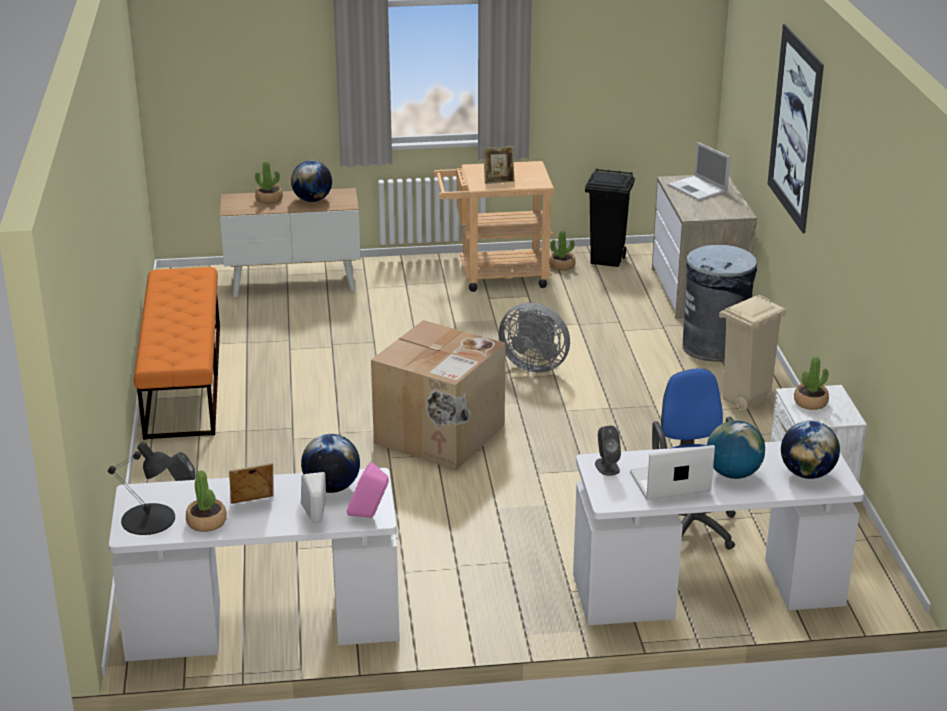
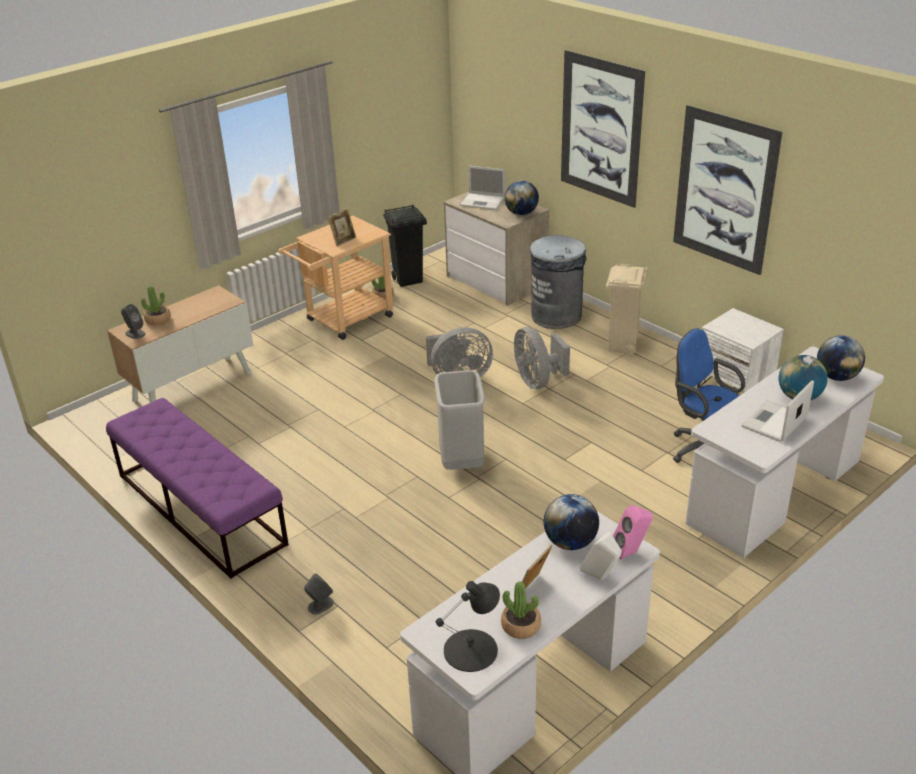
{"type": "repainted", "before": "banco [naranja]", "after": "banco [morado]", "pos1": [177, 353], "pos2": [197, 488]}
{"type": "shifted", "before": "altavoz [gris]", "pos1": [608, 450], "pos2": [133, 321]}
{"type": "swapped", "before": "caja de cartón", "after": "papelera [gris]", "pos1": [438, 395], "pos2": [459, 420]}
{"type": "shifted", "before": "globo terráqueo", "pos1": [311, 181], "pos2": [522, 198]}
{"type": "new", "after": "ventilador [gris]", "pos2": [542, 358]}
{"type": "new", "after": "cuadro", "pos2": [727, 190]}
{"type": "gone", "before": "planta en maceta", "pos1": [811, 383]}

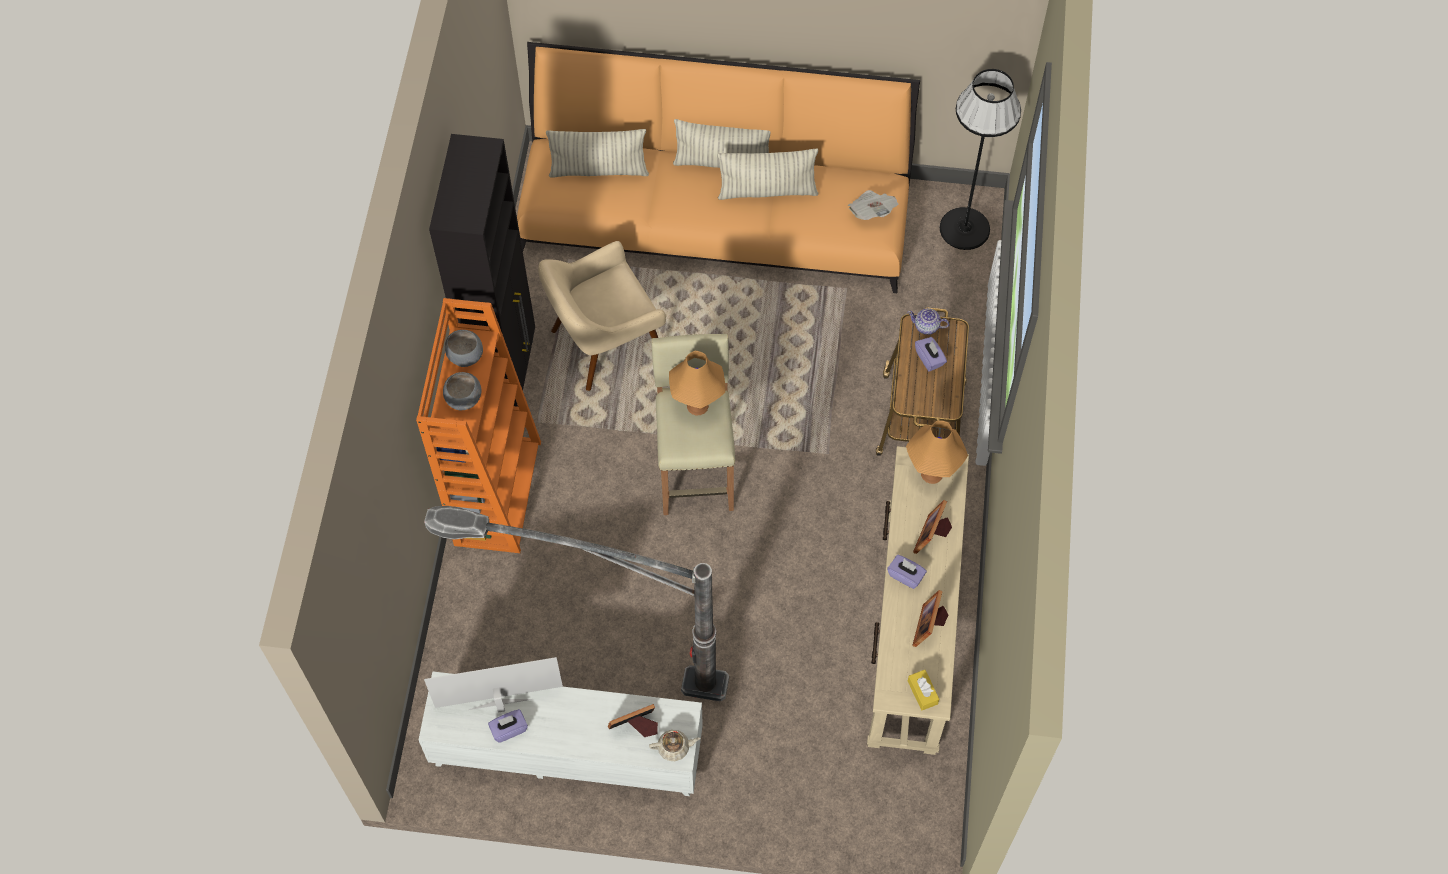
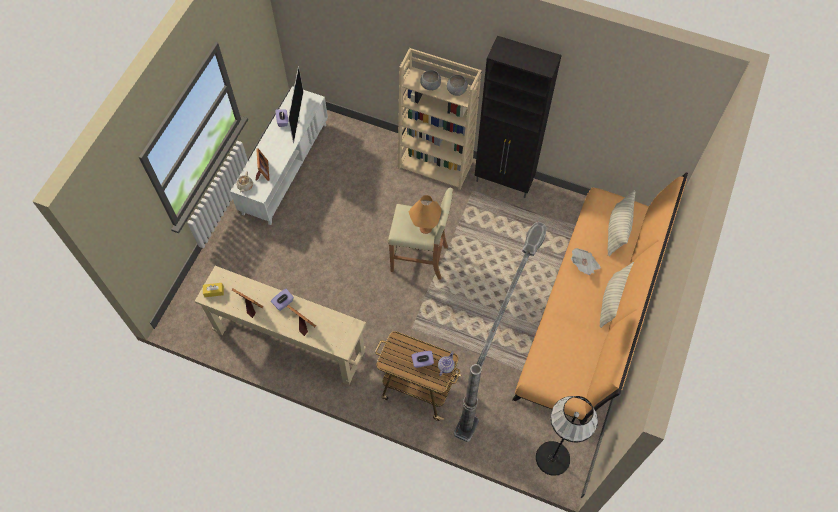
{"type": "repainted", "before": "estantería [naranja]", "after": "estantería [beis]", "pos1": [478, 425], "pos2": [440, 119]}
{"type": "shifted", "before": "lámpara de pie", "pos1": [576, 604], "pos2": [500, 332]}
{"type": "shifted", "before": "periódico", "pos1": [873, 205], "pos2": [586, 261]}
{"type": "gone", "before": "sillón [beis]", "pos1": [602, 316]}
{"type": "gone", "before": "cojín", "pos1": [768, 174]}
{"type": "gone", "before": "lámpara de mesa [naranja]", "pos1": [937, 452]}

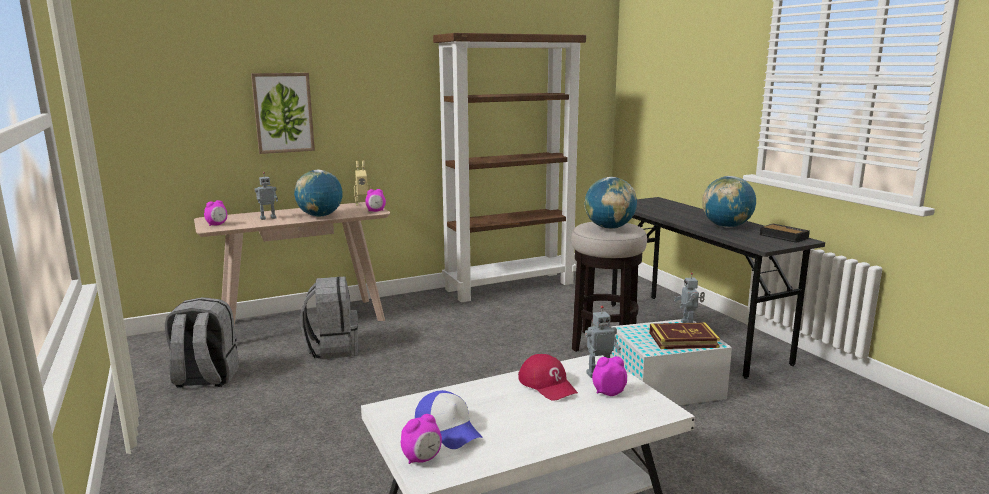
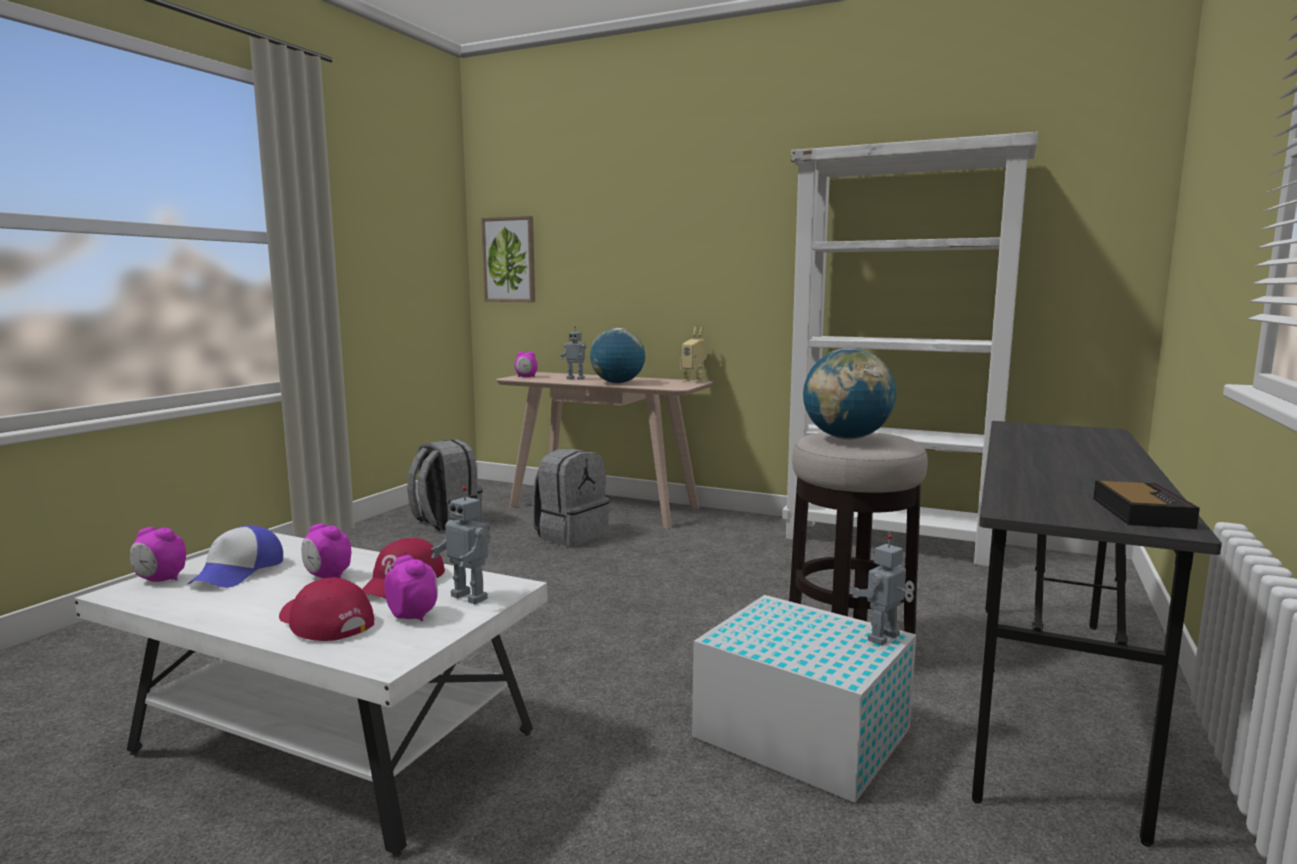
{"type": "new", "after": "gorra [rojo]", "pos2": [326, 609]}
{"type": "shifted", "before": "despertador", "pos1": [375, 200], "pos2": [326, 550]}
{"type": "shifted", "before": "cuadro", "pos1": [283, 113], "pos2": [508, 259]}
{"type": "repainted", "before": "estantería [marrón]", "after": "estantería [blanco]", "pos1": [509, 167], "pos2": [910, 349]}
{"type": "gone", "before": "libro", "pos1": [684, 336]}
{"type": "gone", "before": "globo terráqueo", "pos1": [729, 202]}

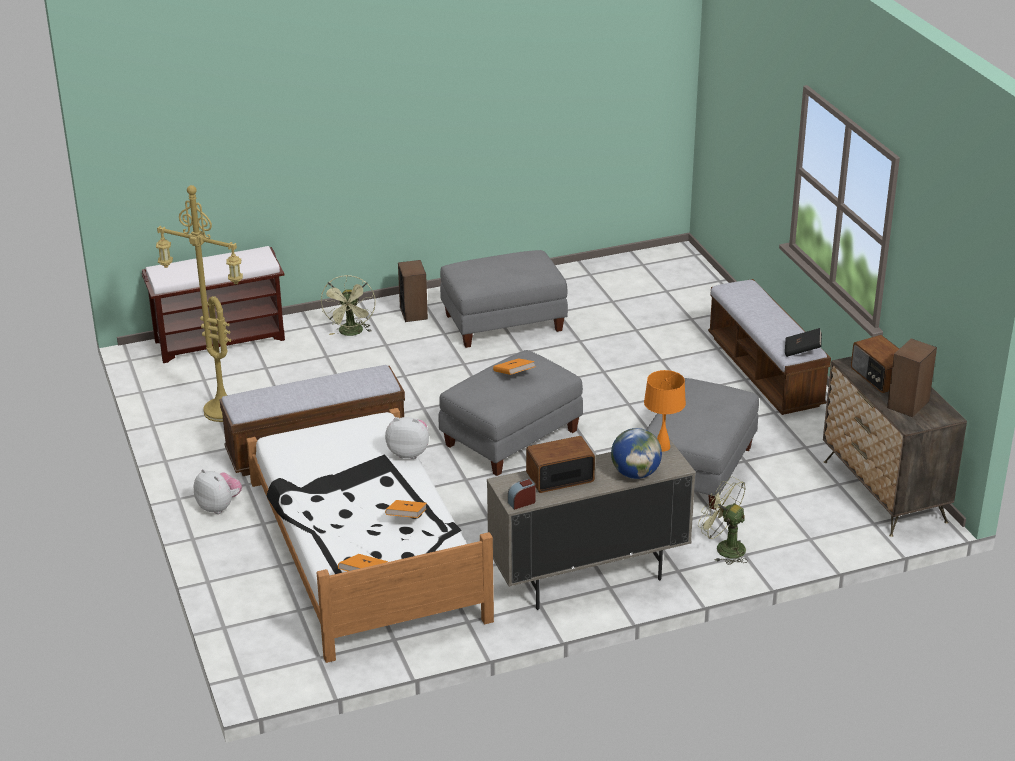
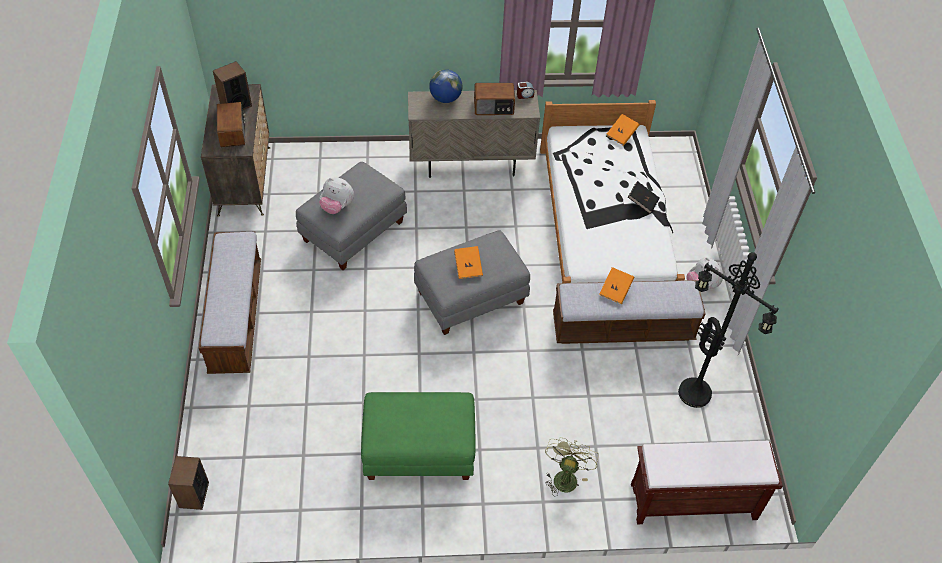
{"type": "shifted", "before": "altavoz", "pos1": [413, 291], "pos2": [188, 483]}
{"type": "shifted", "before": "peluche", "pos1": [407, 438], "pos2": [336, 195]}
{"type": "repainted", "before": "puf [gris]", "after": "puf [verde]", "pos1": [504, 299], "pos2": [418, 436]}
{"type": "shifted", "before": "libro [naranja]", "pos1": [406, 509], "pos2": [616, 285]}
{"type": "shifted", "before": "libro [negro]", "pos1": [803, 342], "pos2": [643, 197]}
{"type": "repainted", "before": "lámpara de pie [amarillo]", "after": "lámpara de pie [negro]", "pos1": [199, 303], "pos2": [728, 330]}
{"type": "gone", "before": "lámpara de mesa [naranja]", "pos1": [665, 410]}
{"type": "gone", "before": "ventilador [verde]", "pos1": [723, 520]}

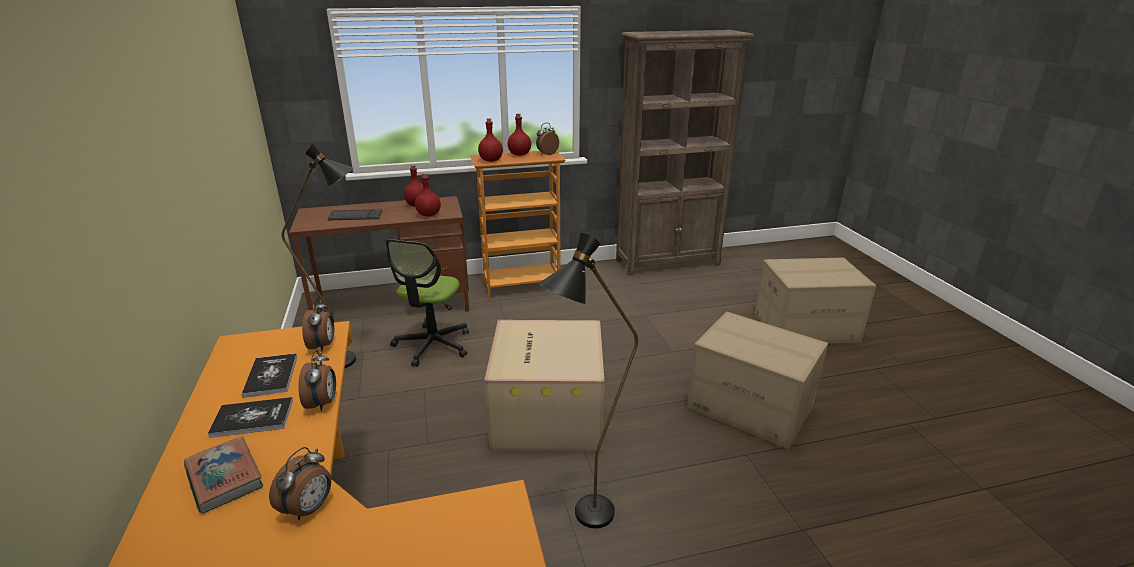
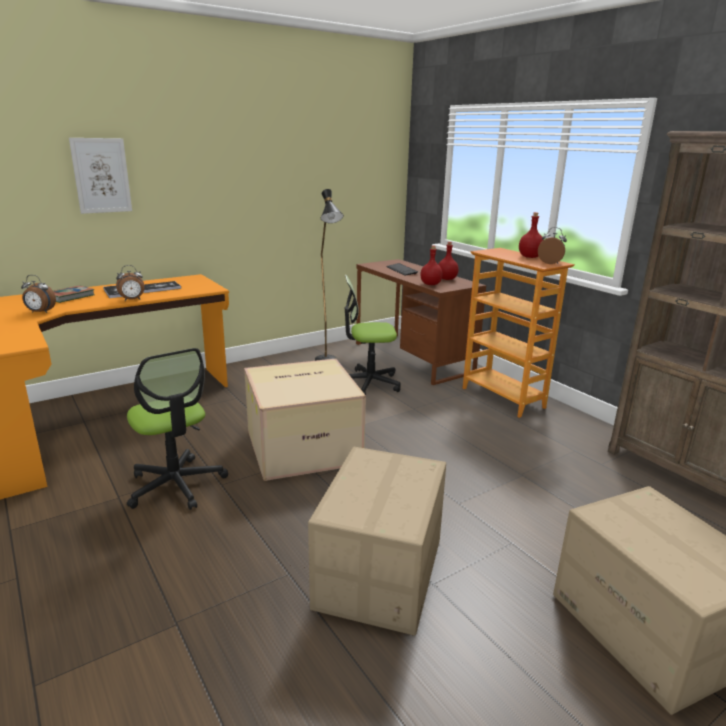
{"type": "new", "after": "cuadro", "pos2": [100, 176]}
{"type": "swapped", "before": "lámpara de pie [negro]", "after": "silla de oficina", "pos1": [588, 380], "pos2": [177, 429]}
{"type": "gone", "before": "despertador", "pos1": [318, 324]}
{"type": "gone", "before": "botella [rojo]", "pos1": [490, 140]}

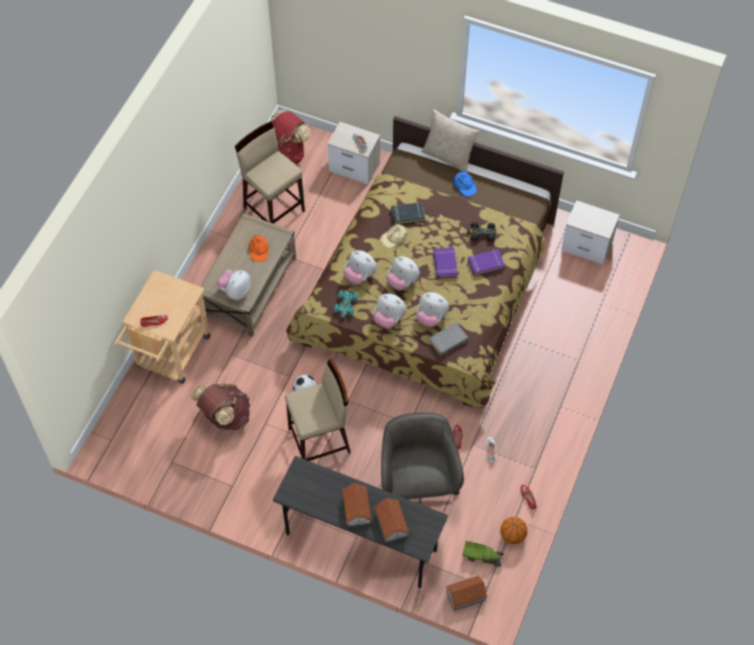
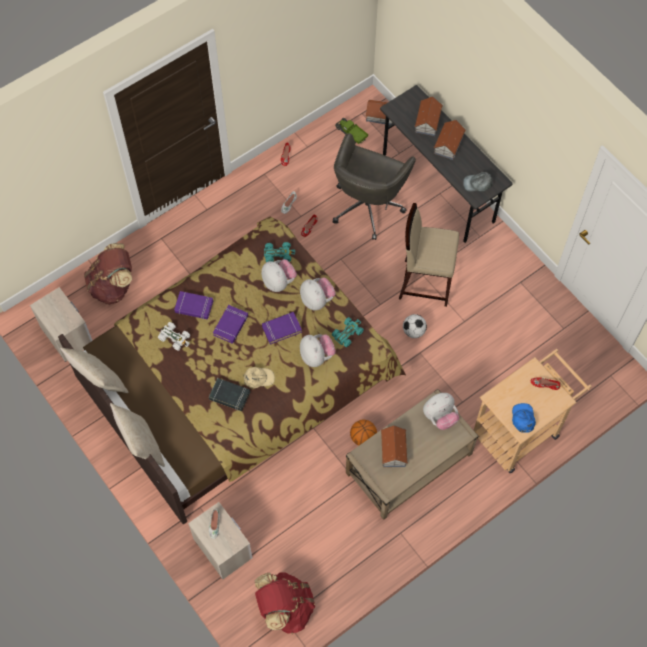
{"type": "new", "after": "cojín [beis]", "pos2": [94, 370]}
{"type": "shifted", "before": "mochila [marrón]", "pos1": [220, 406], "pos2": [108, 274]}
{"type": "repainted", "before": "coche de juguete [negro]", "after": "coche de juguete [blanco]", "pos1": [481, 232], "pos2": [174, 336]}
{"type": "swapped", "before": "peluche", "after": "libro [morado]", "pos1": [403, 273], "pos2": [282, 328]}
{"type": "swapped", "before": "libro [gris]", "after": "coche de juguete [turquesa]", "pos1": [448, 339], "pos2": [279, 252]}
{"type": "shifted", "before": "balón de baloncesto", "pos1": [514, 530], "pos2": [363, 433]}
{"type": "swapped", "before": "gorra [naranja]", "after": "casita", "pos1": [259, 248], "pos2": [394, 446]}
{"type": "new", "after": "gorra [gris]", "pos2": [478, 182]}
{"type": "shifted", "before": "gorra [azul]", "pos1": [465, 184], "pos2": [524, 418]}
{"type": "gone", "before": "taburete [beis]", "pos1": [270, 172]}

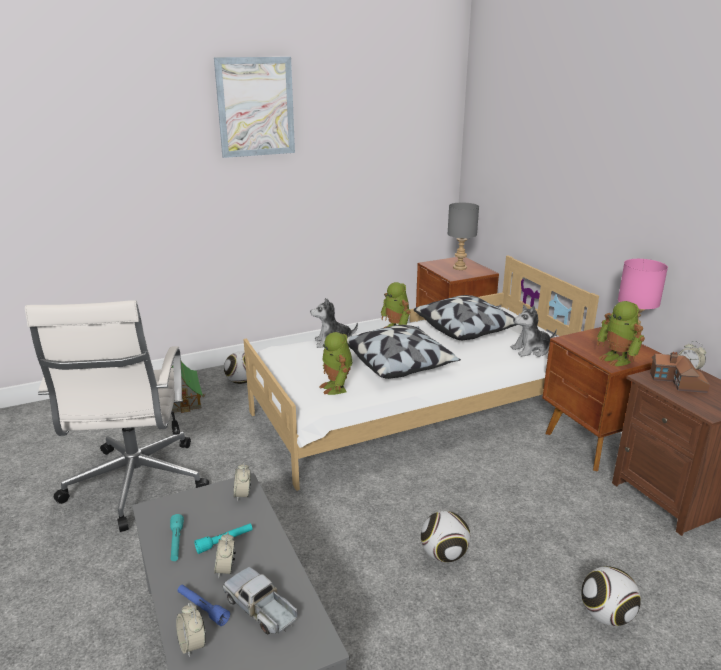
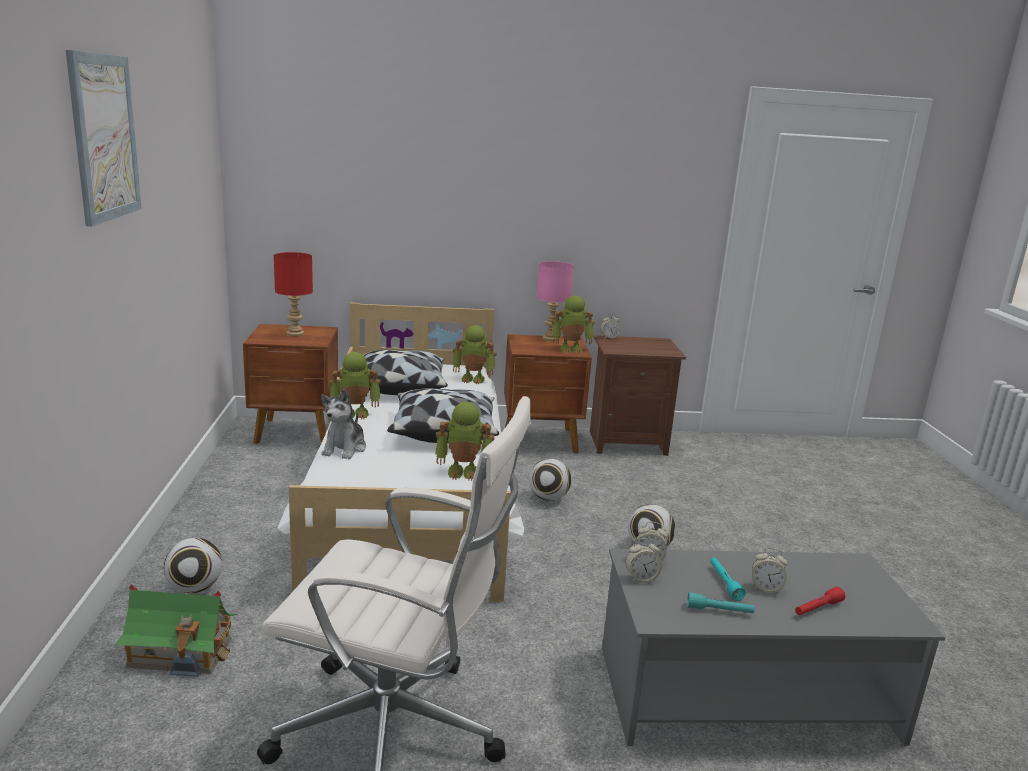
{"type": "repainted", "before": "lámpara de mesa [gris]", "after": "lámpara de mesa [rojo]", "pos1": [463, 236], "pos2": [293, 294]}
{"type": "swapped", "before": "peluche", "after": "robot de juguete", "pos1": [534, 331], "pos2": [474, 354]}
{"type": "shifted", "before": "balón de fútbol", "pos1": [611, 596], "pos2": [550, 480]}
{"type": "shifted", "before": "despertador", "pos1": [191, 630], "pos2": [644, 560]}
{"type": "repainted", "before": "linterna [azul]", "after": "linterna [rojo]", "pos1": [203, 605], "pos2": [820, 601]}
{"type": "gone", "before": "camión de juguete", "pos1": [260, 600]}
{"type": "gone", "before": "casita", "pos1": [680, 372]}

